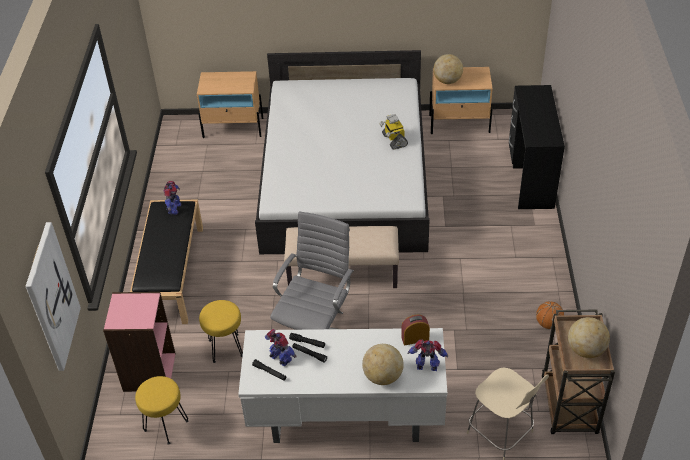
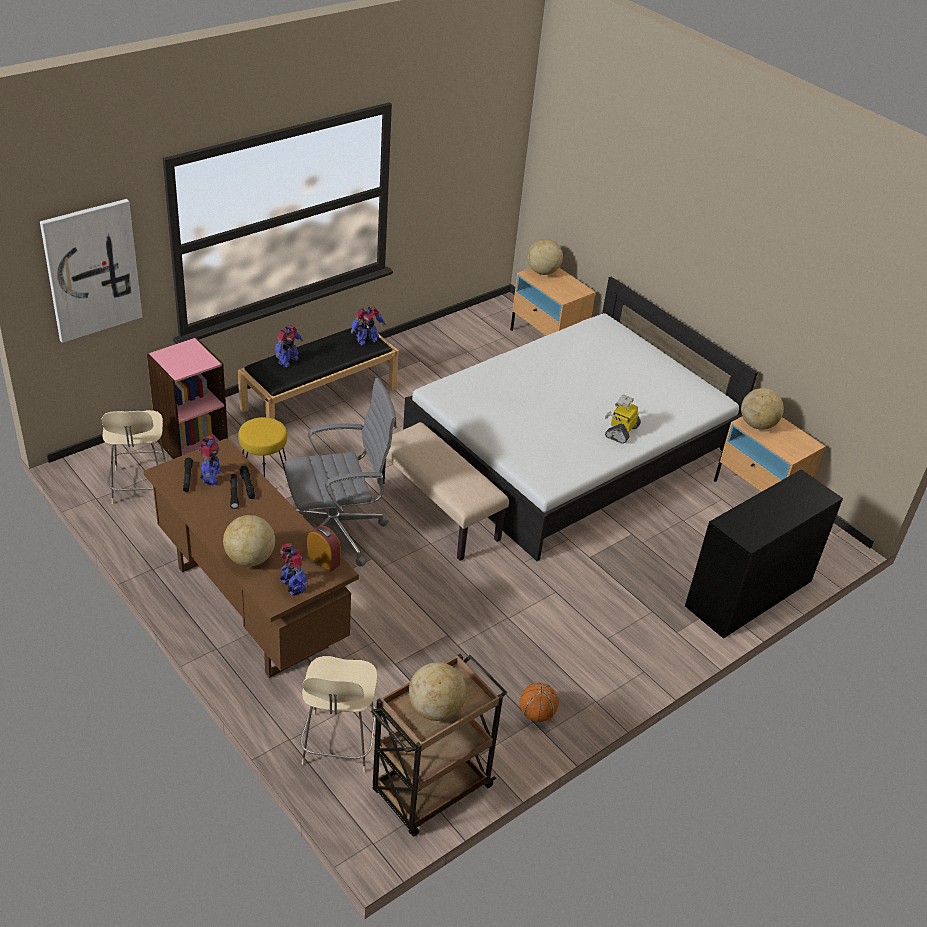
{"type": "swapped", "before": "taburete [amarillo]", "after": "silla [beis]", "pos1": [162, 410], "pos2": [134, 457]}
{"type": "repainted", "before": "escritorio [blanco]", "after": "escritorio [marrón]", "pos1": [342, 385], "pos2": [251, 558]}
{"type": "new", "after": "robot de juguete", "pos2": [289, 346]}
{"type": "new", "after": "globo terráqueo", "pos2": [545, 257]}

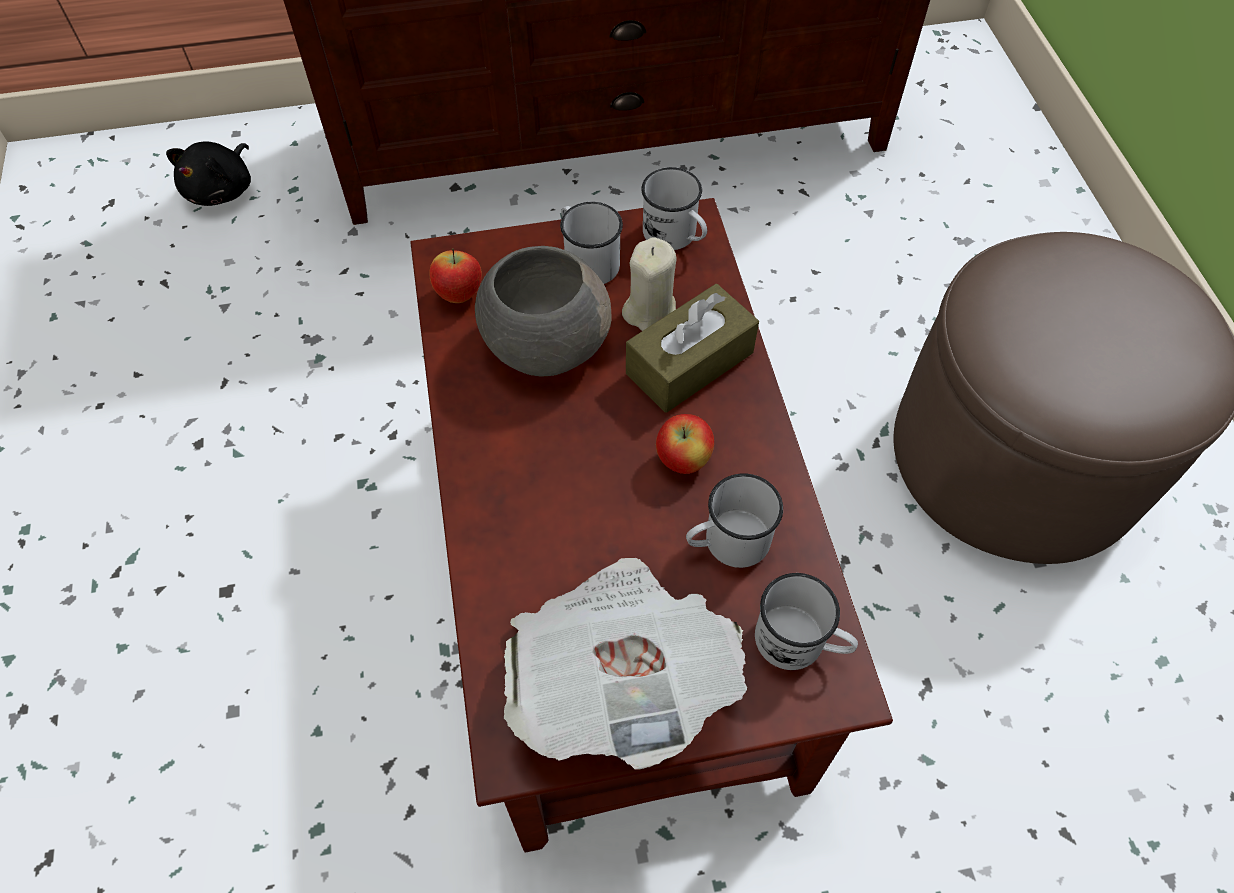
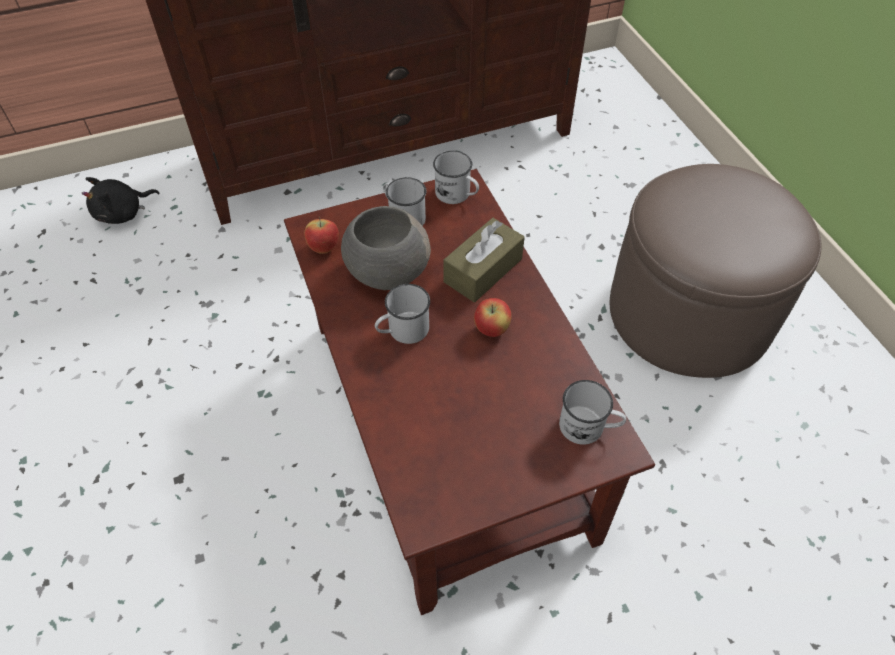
{"type": "rotated", "before": "peluche [negro]", "pos1": [208, 173], "pos2": [120, 200], "turn": 45}
{"type": "shifted", "before": "taza grande [blanco]", "pos1": [734, 520], "pos2": [402, 314]}
{"type": "gone", "before": "periódico", "pos1": [625, 664]}
{"type": "gone", "before": "vela [beis]", "pos1": [649, 284]}

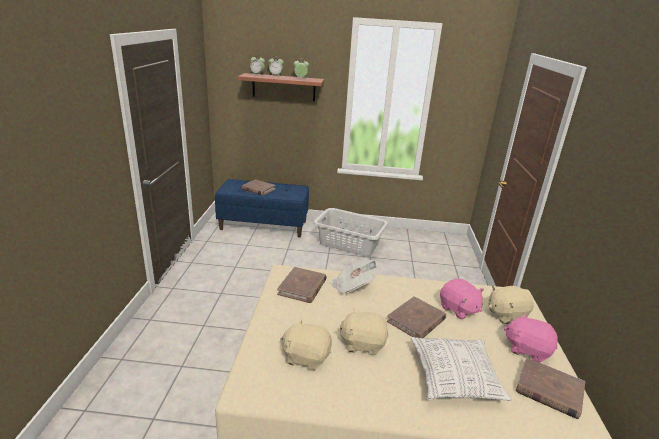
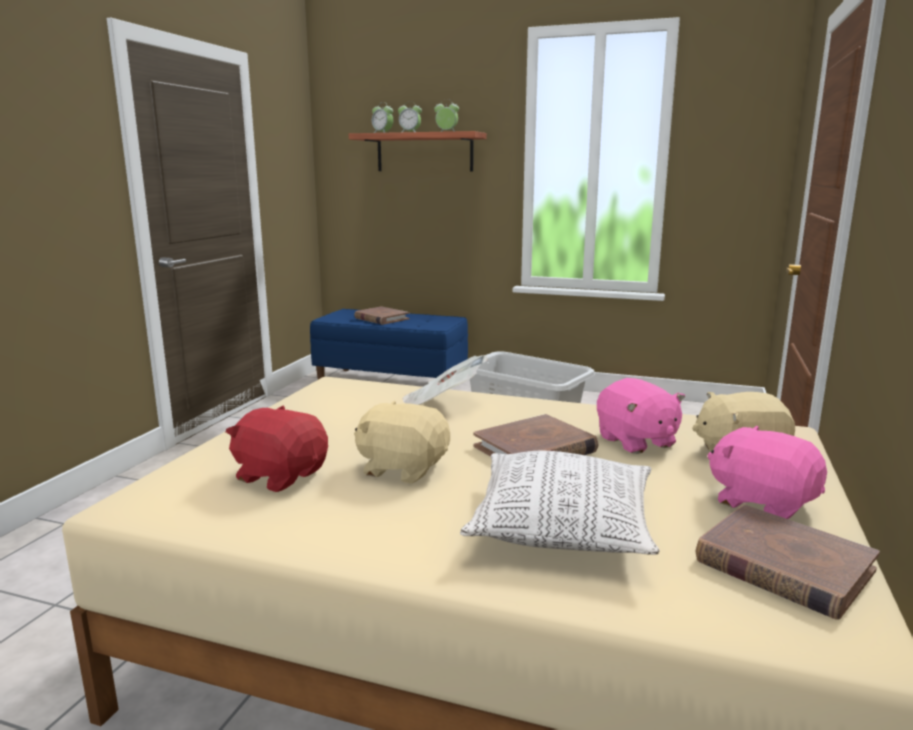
{"type": "repainted", "before": "peluche [beis]", "after": "peluche [rojo]", "pos1": [306, 345], "pos2": [277, 448]}
{"type": "gone", "before": "libro [marrón]", "pos1": [302, 285]}

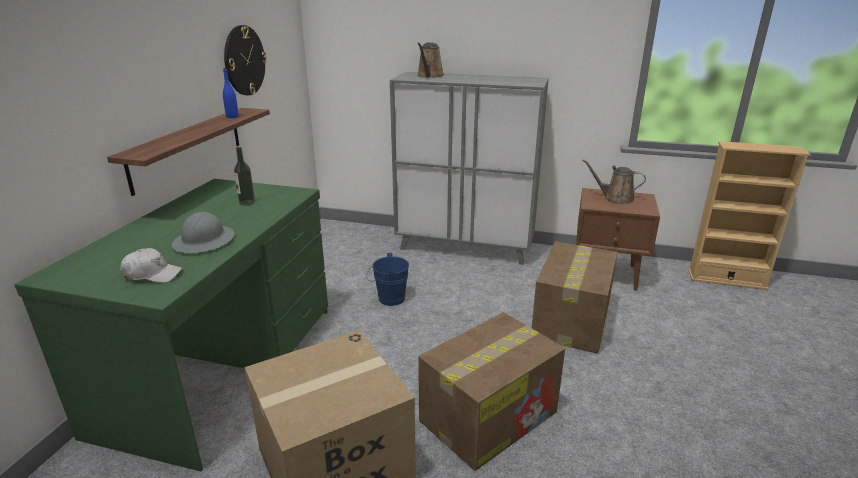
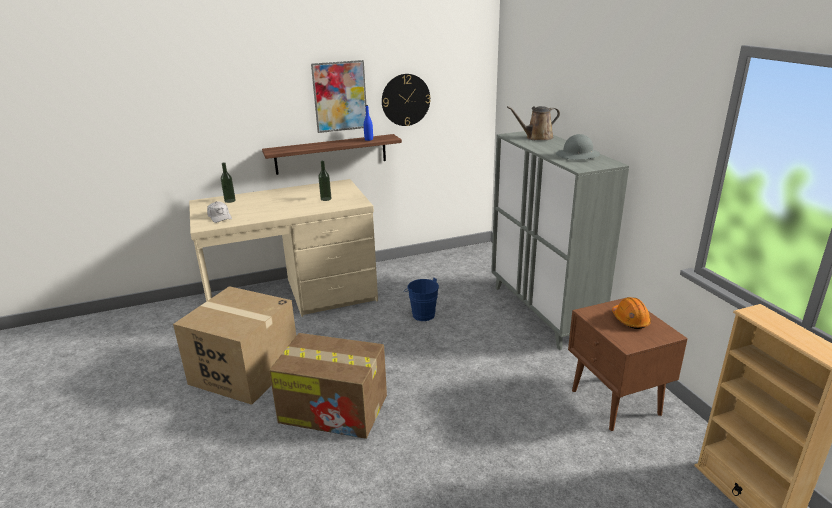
{"type": "repainted", "before": "escritorio [verde]", "after": "escritorio [beis]", "pos1": [171, 325], "pos2": [283, 248]}
{"type": "new", "after": "botella", "pos2": [228, 182]}
{"type": "new", "after": "cuadro", "pos2": [338, 96]}
{"type": "shifted", "before": "casco [gris]", "pos1": [203, 232], "pos2": [578, 147]}
{"type": "swapped", "before": "regadera [marrón]", "after": "casco [naranja]", "pos1": [614, 181], "pos2": [631, 313]}
{"type": "gone", "before": "caja de cartón", "pos1": [575, 297]}

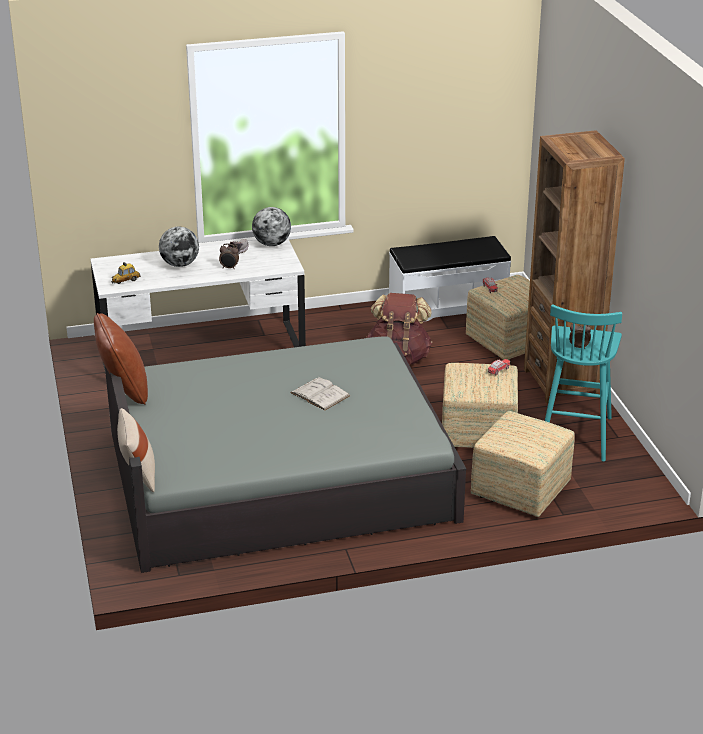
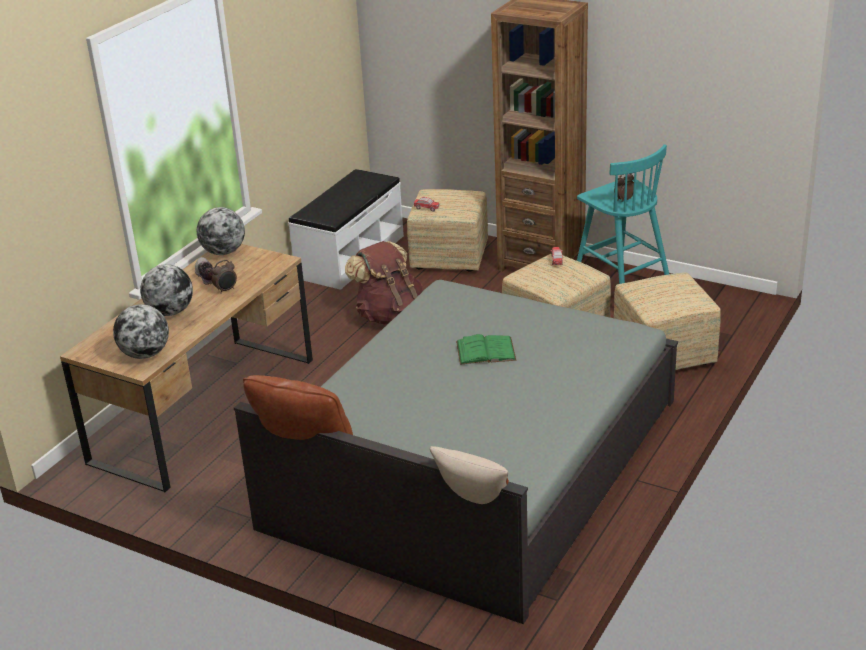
{"type": "repainted", "before": "escritorio [blanco]", "after": "escritorio [marrón]", "pos1": [198, 306], "pos2": [186, 368]}
{"type": "swapped", "before": "coche de juguete", "after": "globo terráqueo", "pos1": [126, 273], "pos2": [141, 331]}
{"type": "repainted", "before": "libro [blanco]", "after": "libro [verde]", "pos1": [320, 394], "pos2": [486, 349]}

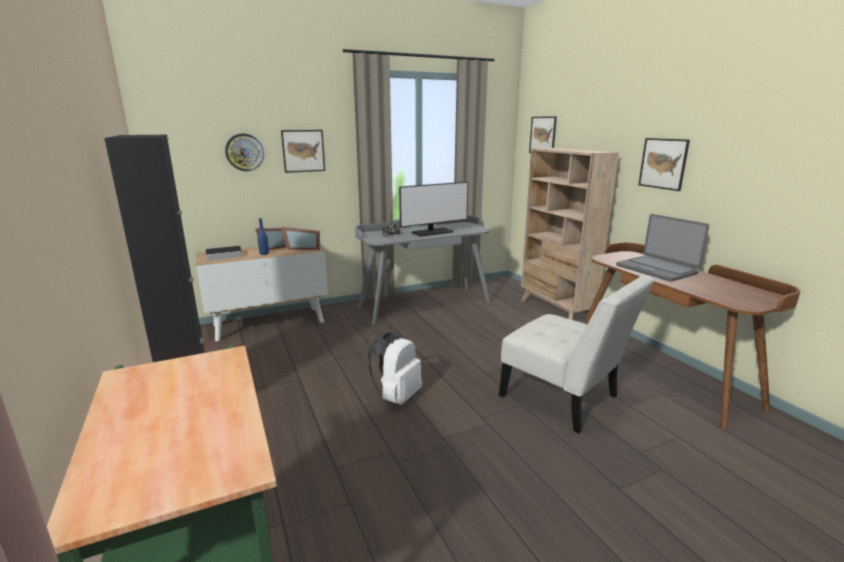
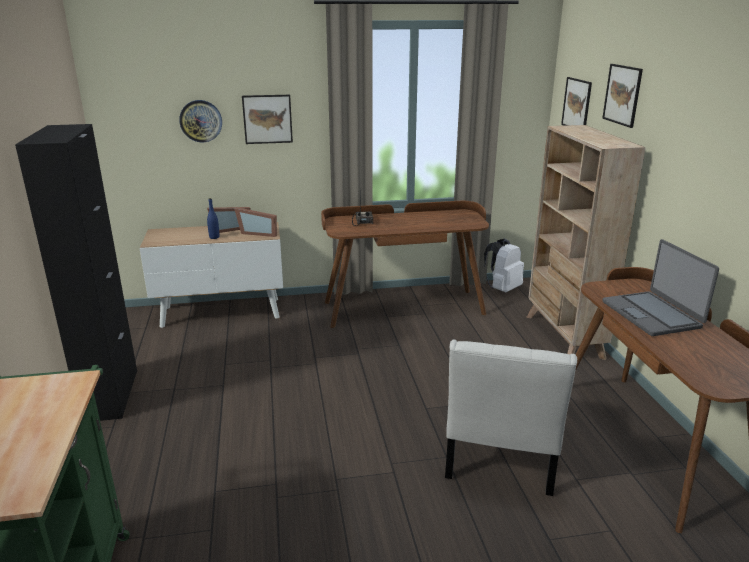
{"type": "repainted", "before": "escritorio [gris]", "after": "escritorio [marrón]", "pos1": [423, 270], "pos2": [405, 264]}
{"type": "rotated", "before": "silla [blanco]", "pos1": [576, 354], "pos2": [511, 417], "turn": 45}
{"type": "shifted", "before": "mochila [blanco]", "pos1": [395, 368], "pos2": [504, 265]}
{"type": "shifted", "before": "cuadro", "pos1": [664, 164], "pos2": [622, 96]}
{"type": "gone", "before": "libro", "pos1": [222, 253]}
{"type": "gone", "before": "monitor", "pos1": [433, 209]}

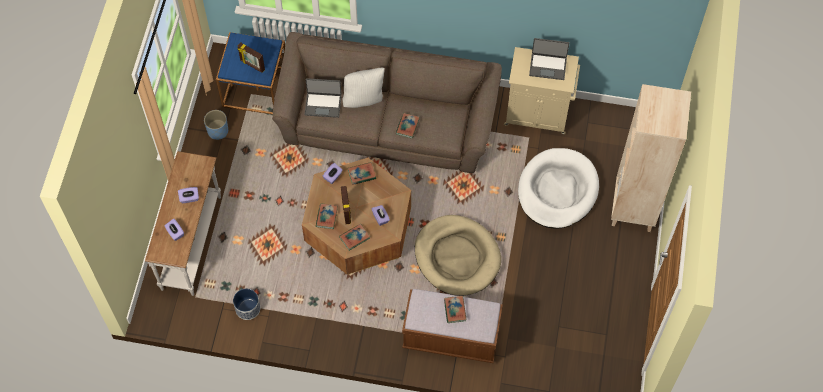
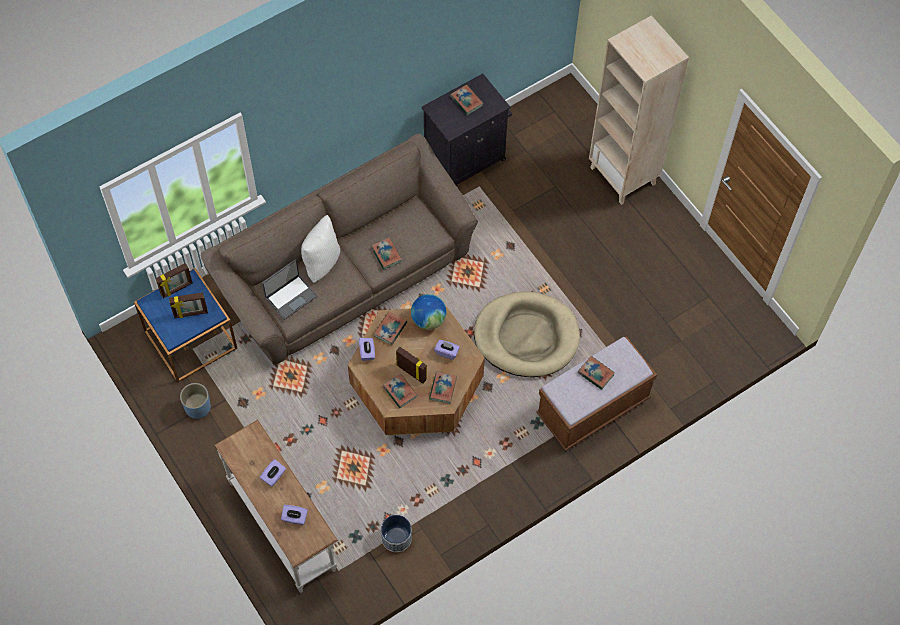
{"type": "new", "after": "portarretratos", "pos2": [174, 280]}
{"type": "new", "after": "globo terráqueo", "pos2": [428, 312]}
{"type": "repainted", "before": "armario [beis]", "after": "armario [negro]", "pos1": [542, 90], "pos2": [466, 129]}
{"type": "swapped", "before": "portátil", "after": "libro", "pos1": [549, 59], "pos2": [466, 100]}
{"type": "gone", "before": "cama para perro [blanco]", "pos1": [558, 188]}

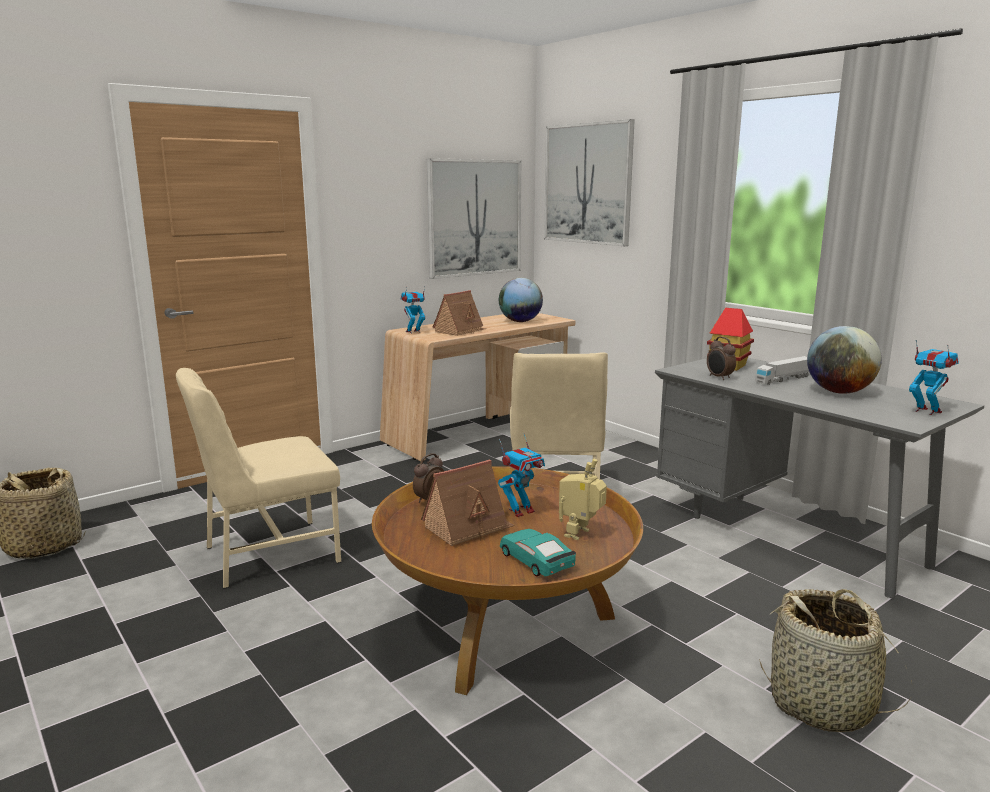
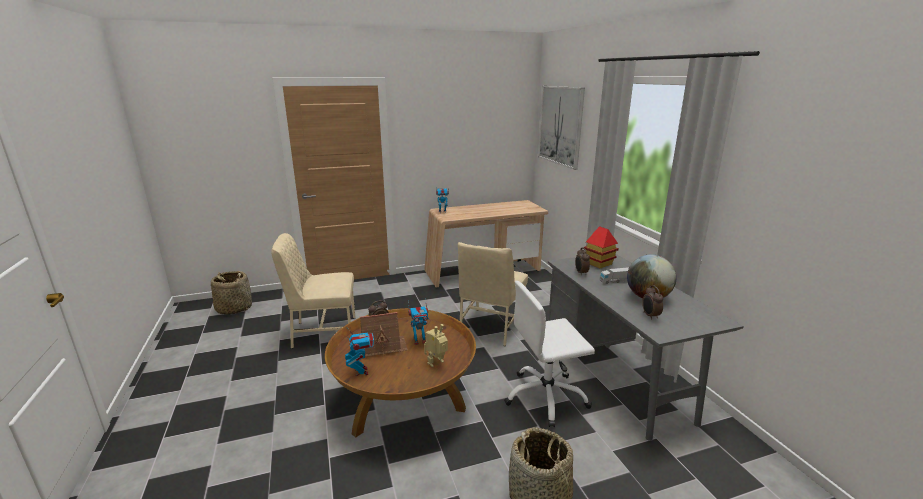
{"type": "shifted", "before": "robot de juguete", "pos1": [934, 377], "pos2": [359, 353]}
{"type": "new", "after": "silla de oficina [blanco]", "pos2": [549, 354]}
{"type": "new", "after": "despertador", "pos2": [652, 302]}
{"type": "gone", "before": "cuadro", "pos1": [474, 218]}
{"type": "gone", "before": "casita", "pos1": [459, 313]}
{"type": "gone", "before": "globo terráqueo", "pos1": [521, 300]}
{"type": "gone", "before": "coche de juguete [turquesa]", "pos1": [538, 552]}

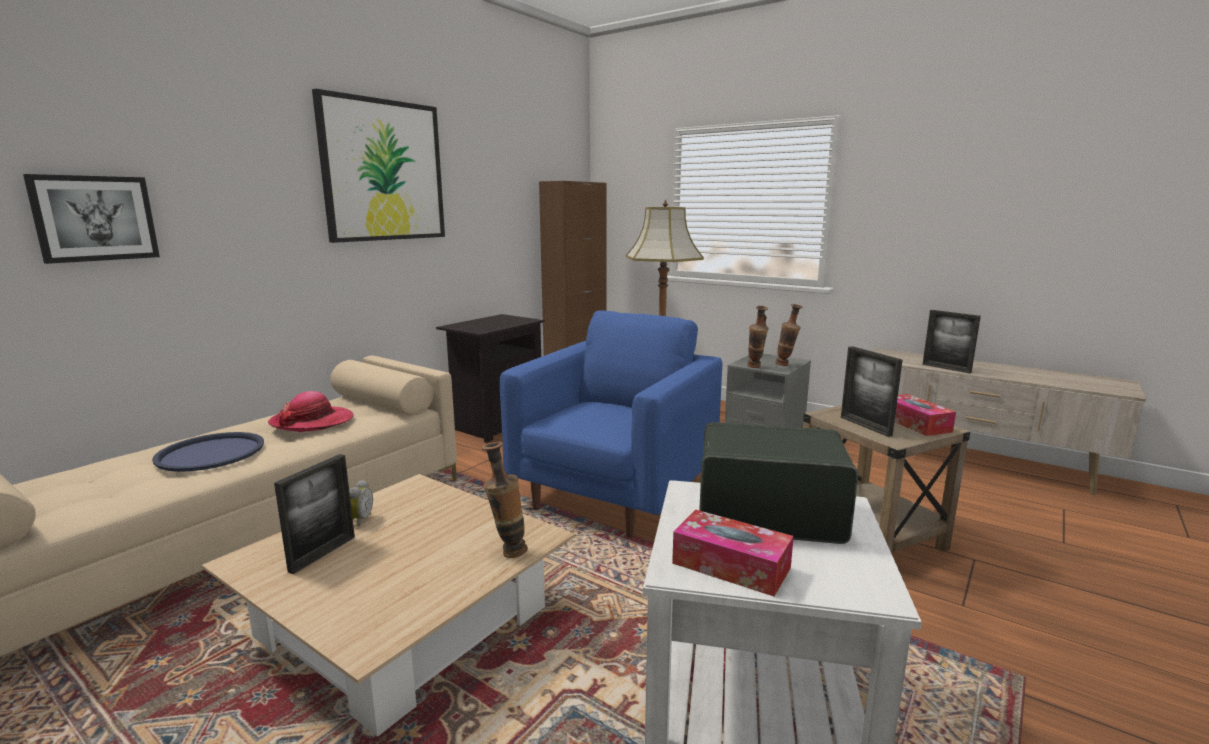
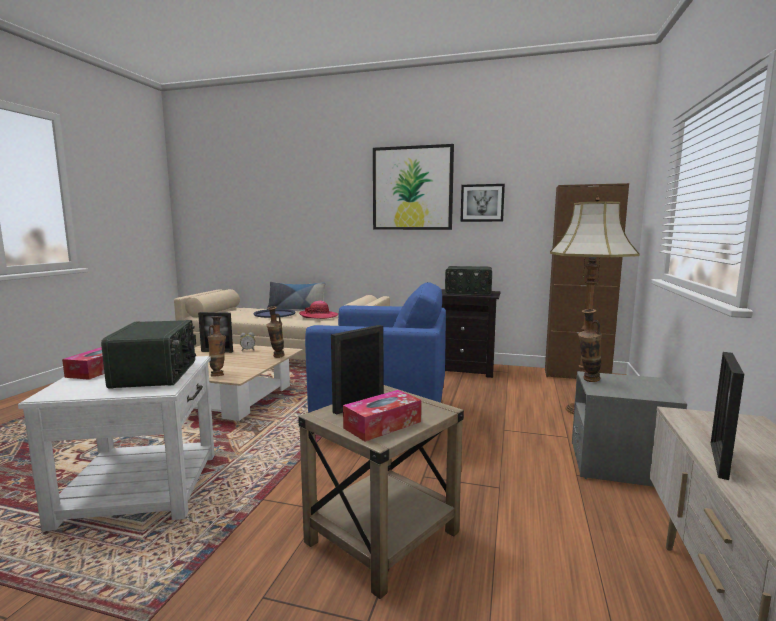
{"type": "shifted", "before": "florero", "pos1": [789, 335], "pos2": [275, 332]}
{"type": "new", "after": "cojín", "pos2": [296, 296]}
{"type": "new", "after": "radio", "pos2": [468, 280]}
{"type": "shifted", "before": "cuadro", "pos1": [91, 219], "pos2": [482, 203]}

